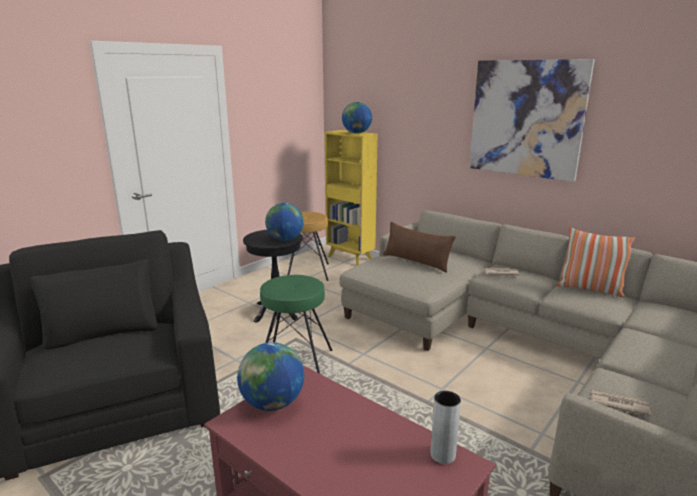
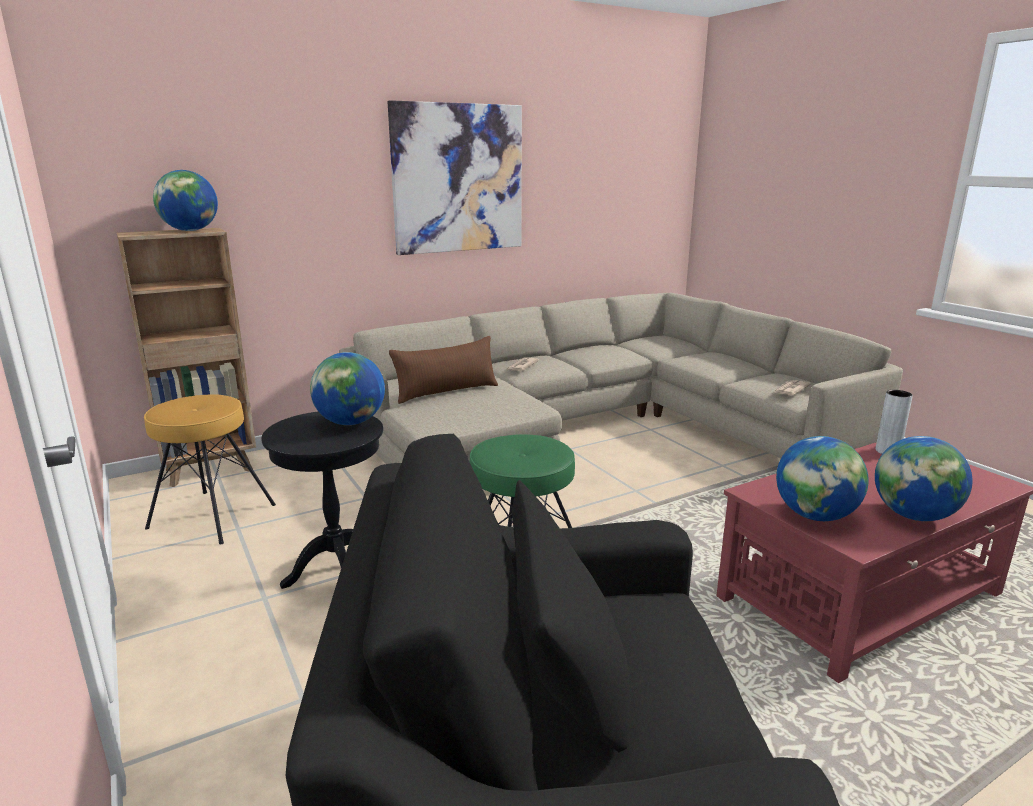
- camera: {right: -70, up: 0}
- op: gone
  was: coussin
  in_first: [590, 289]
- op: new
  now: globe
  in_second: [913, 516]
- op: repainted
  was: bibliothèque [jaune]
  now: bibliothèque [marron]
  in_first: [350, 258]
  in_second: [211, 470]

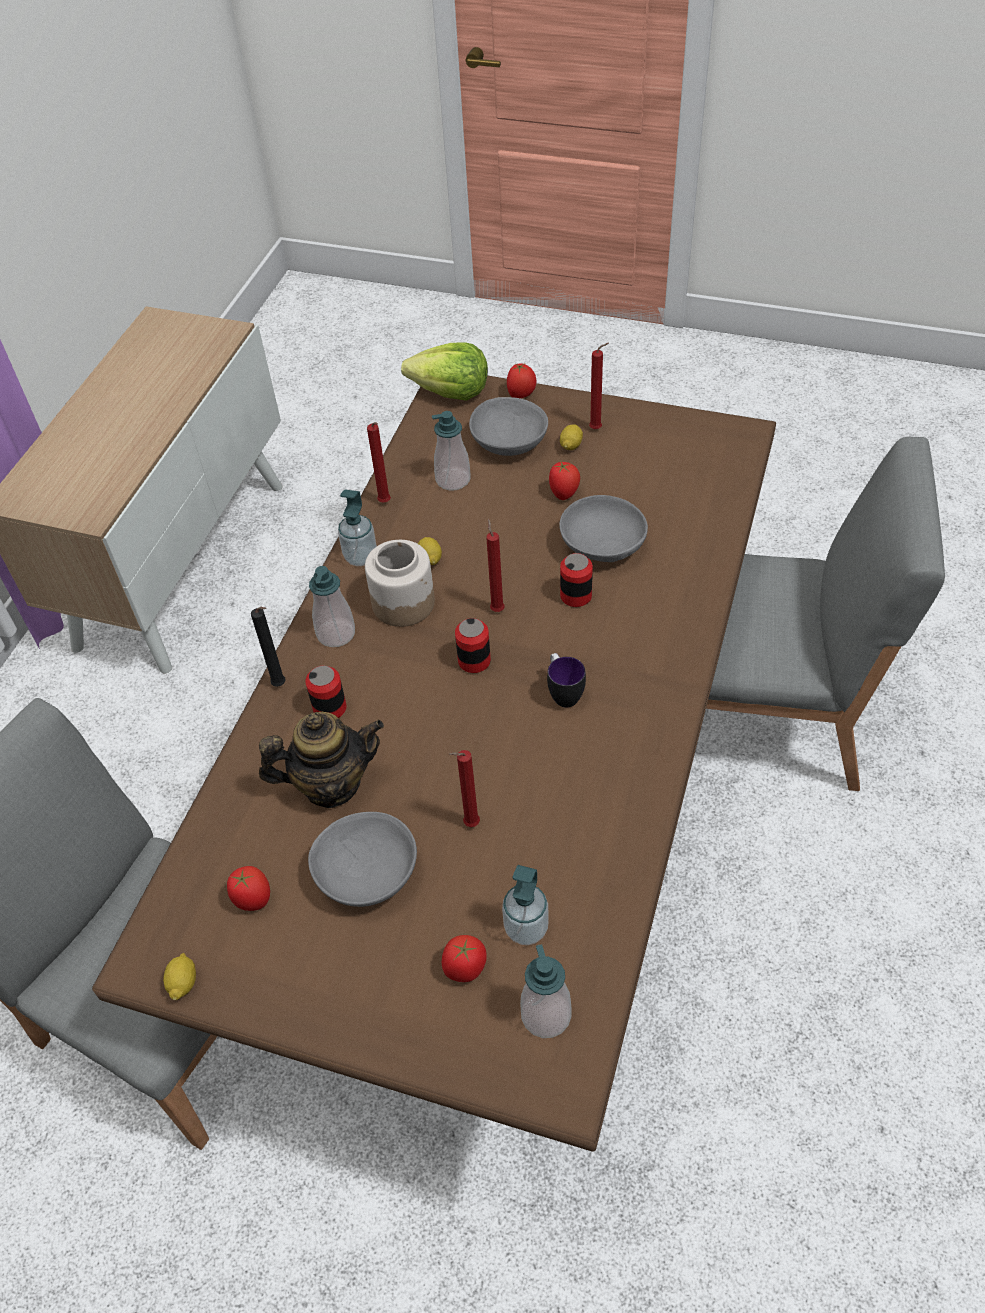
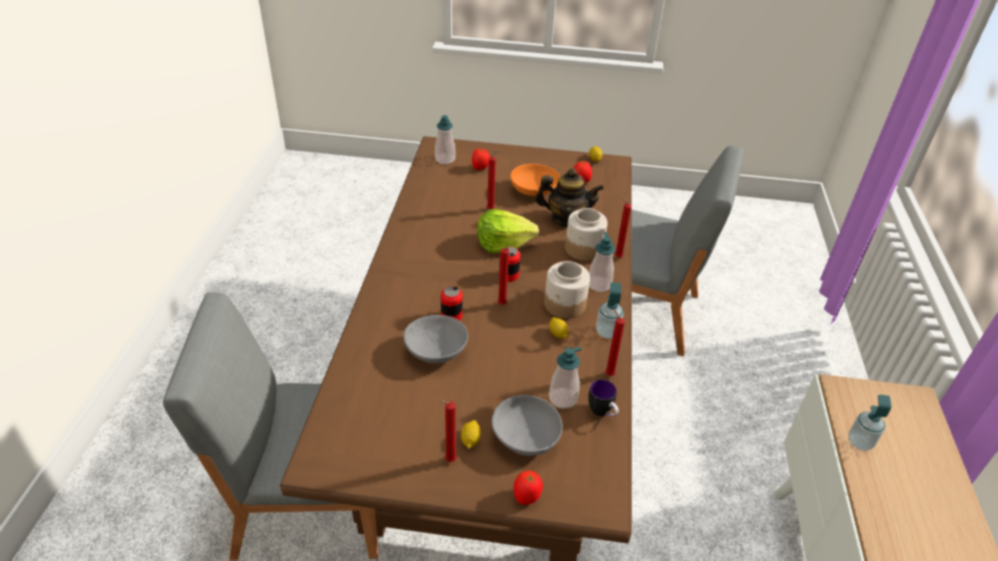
- camera: {right: 165, up: -10}
- op: gone
  was: tomate
  in_first: [564, 494]
- op: shifted
  was: laitue
  in_first: [451, 391]
  in_second: [503, 243]
- op: shifted
  was: distributeur de savon
  in_first: [526, 928]
  in_second: [859, 442]
- op: shifted
  was: mug
  in_first: [563, 693]
  in_second: [602, 413]
- op: swapped
  was: boîte métallique
  now: bocal
  in_first: [330, 708]
  in_second: [583, 248]
- op: repainted
  was: bougie [noir]
  now: bougie [rouge]
  in_first: [281, 685]
  in_second: [617, 257]
- op: repainted
  was: bol [gris]
  now: bol [orange]
  in_first: [367, 875]
  in_second: [533, 190]
- op: rotated
  was: théière
  in_first: [331, 784]
  in_second: [566, 219]
  clockwise: -150

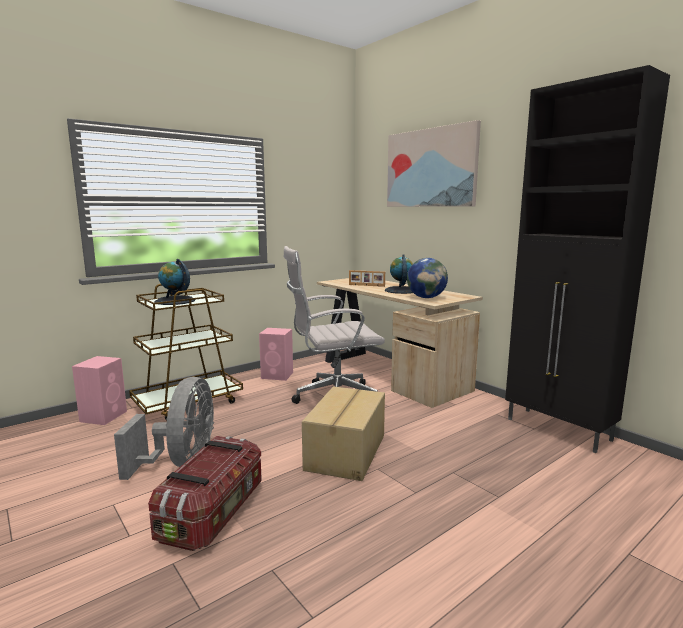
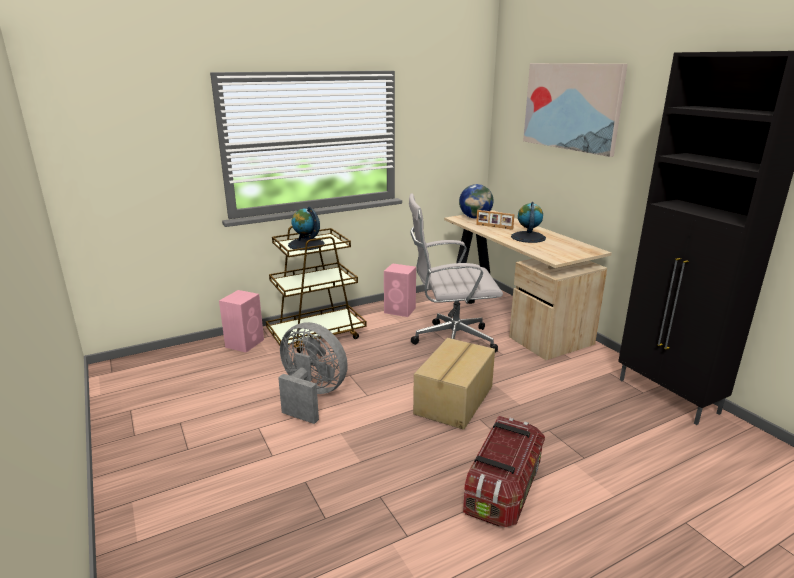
- camera: {right: 10, up: 10}
- op: shifted
  was: boîte de rangement
  in_first: [214, 512]
  in_second: [503, 489]
- op: shifted
  was: globe
  in_first: [426, 297]
  in_second: [475, 217]
- op: rotated
  was: ventilateur [gris]
  in_first: [182, 463]
  in_second: [311, 396]
  clockwise: -75

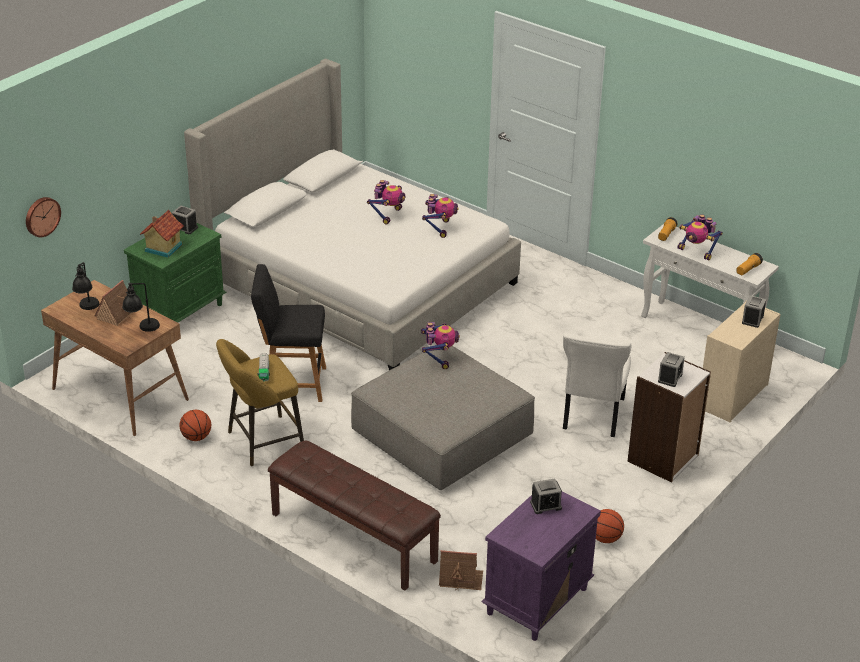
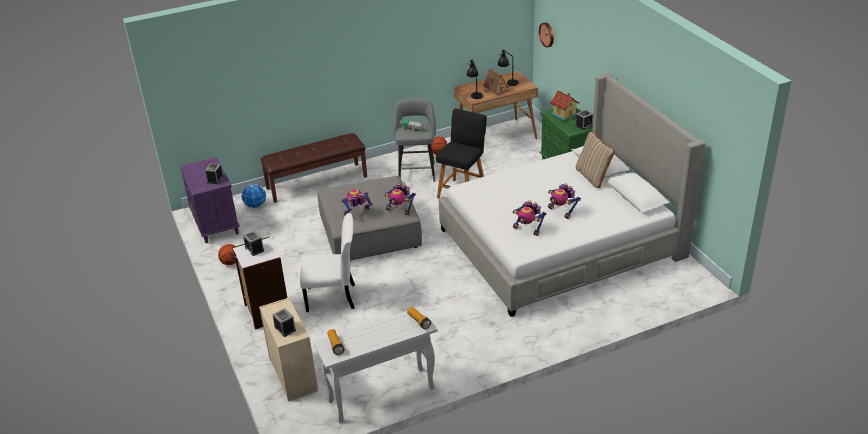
- camera: {right: 120, up: 0}
- op: new
  now: coussin [beige]
  in_second: [593, 177]
- op: shifted
  was: robot jouet
  in_first: [696, 252]
  in_second: [357, 214]
- op: swapped
  was: maison miniature
  now: globe
  in_first: [460, 578]
  in_second: [255, 206]
- op: repainted
  was: tabouret [jaune]
  now: tabouret [gris]
  in_first: [261, 442]
  in_second: [417, 171]
- op: rotated
  was: chaise [blanc]
  in_first: [592, 415]
  in_second: [333, 298]
  clockwise: 135

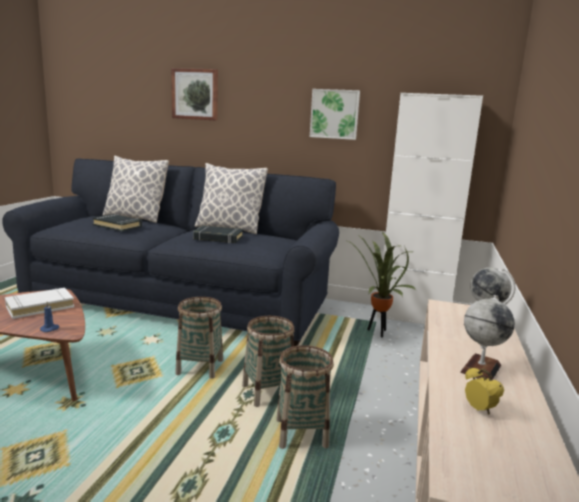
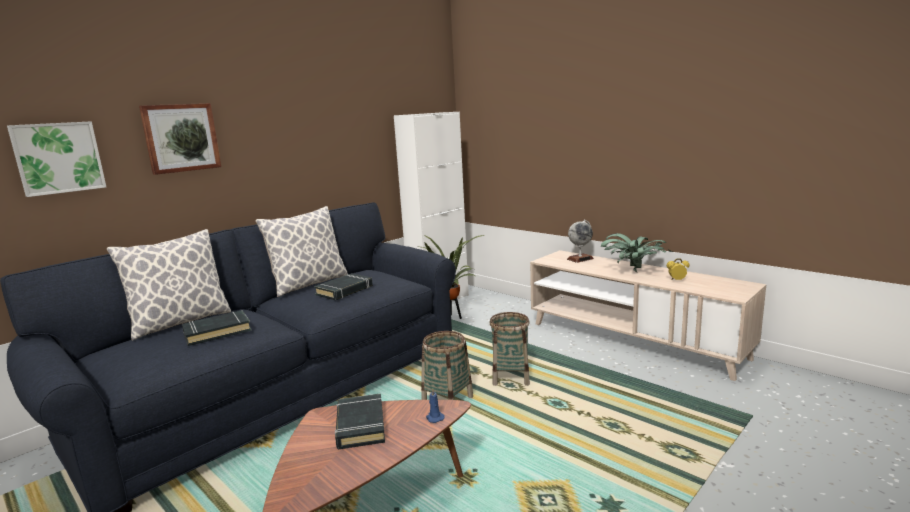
- camera: {right: -60, up: 0}
- op: gone
  was: panier
  in_first: [301, 433]
- op: shifted
  was: tableau
  in_first: [334, 114]
  in_second: [58, 158]
- op: swapped
  was: globe
  now: plante en pot
  in_first: [480, 368]
  in_second: [634, 271]
- op: repainted
  was: livre [blanc]
  now: livre [noir]
  in_first: [40, 307]
  in_second: [360, 425]

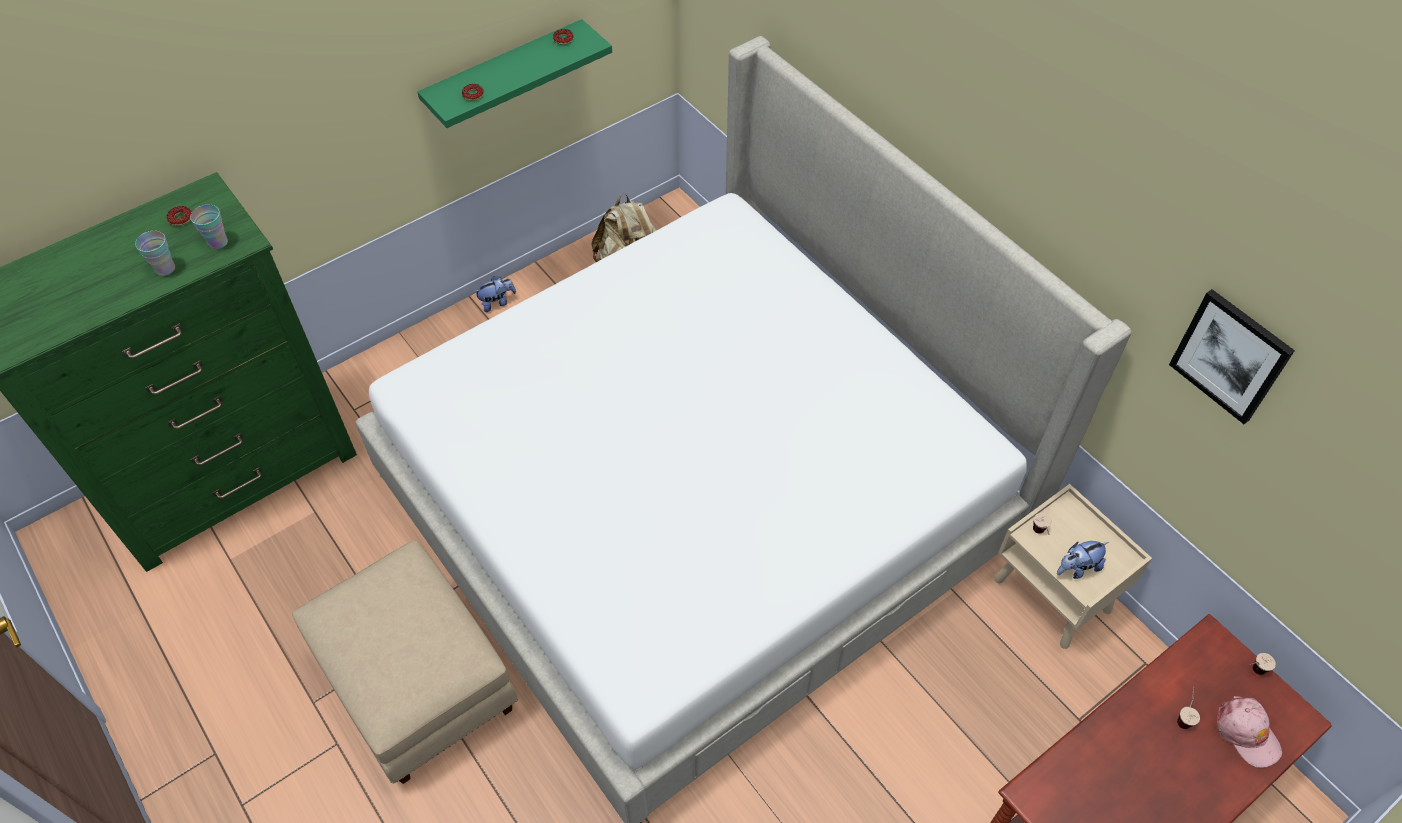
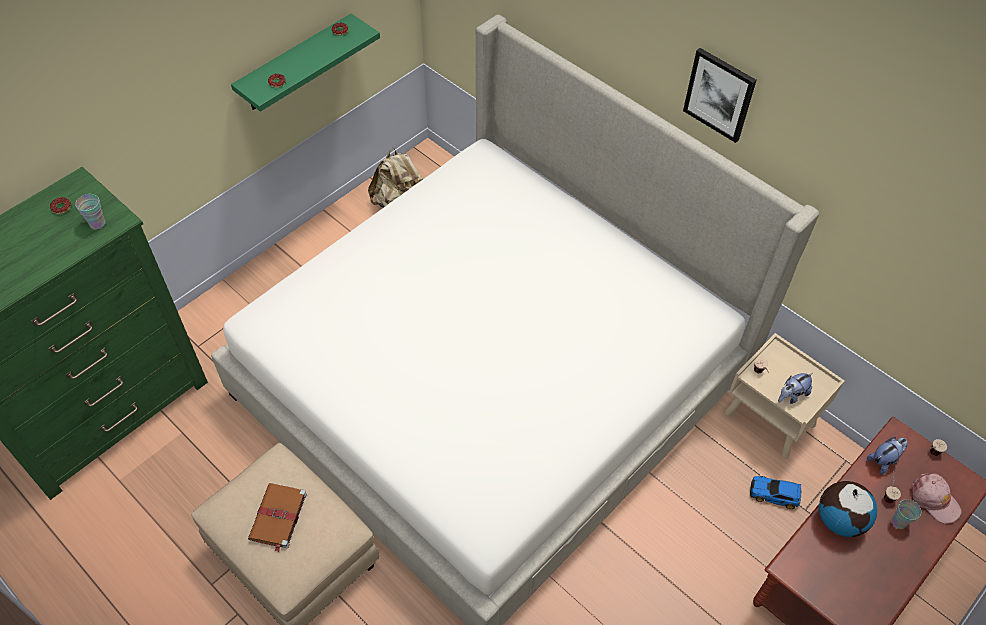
- camera: {right: -10, up: 0}
- op: new
  now: livre [marron]
  in_second: [278, 517]
- op: new
  now: petite voiture
  in_second: [775, 494]
- op: new
  now: globe
  in_second: [839, 519]
- op: shifted
  was: tasse
  in_first: [165, 269]
  in_second: [899, 522]
- op: shifted
  was: peluche
  in_first: [497, 302]
  in_second: [883, 460]
- op: shifted
  was: tableau
  in_first: [1230, 356]
  in_second: [719, 94]

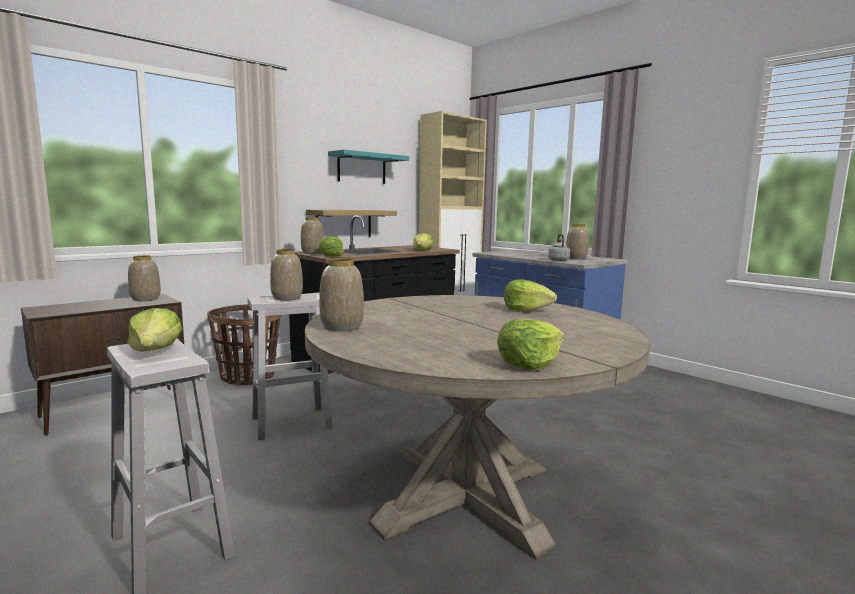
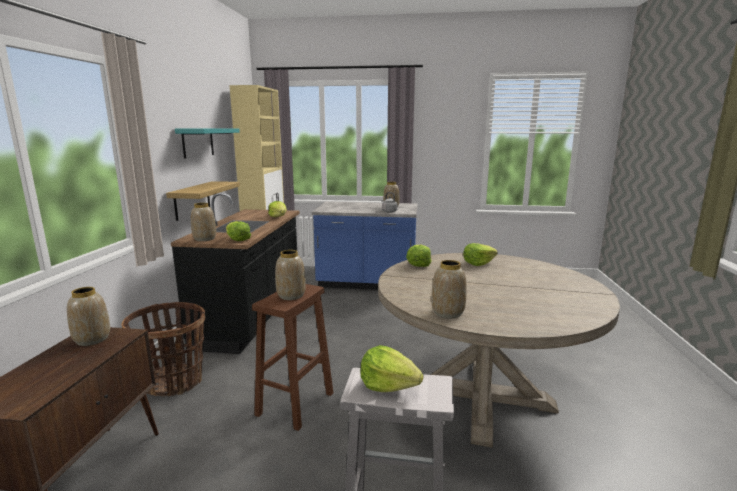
- camera: {right: -40, up: 5}
- op: shifted
  was: laitue
  in_first: [529, 363]
  in_second: [419, 264]
- op: repainted
  was: tabouret [blanc]
  now: tabouret [marron]
  in_first: [293, 422]
  in_second: [296, 403]

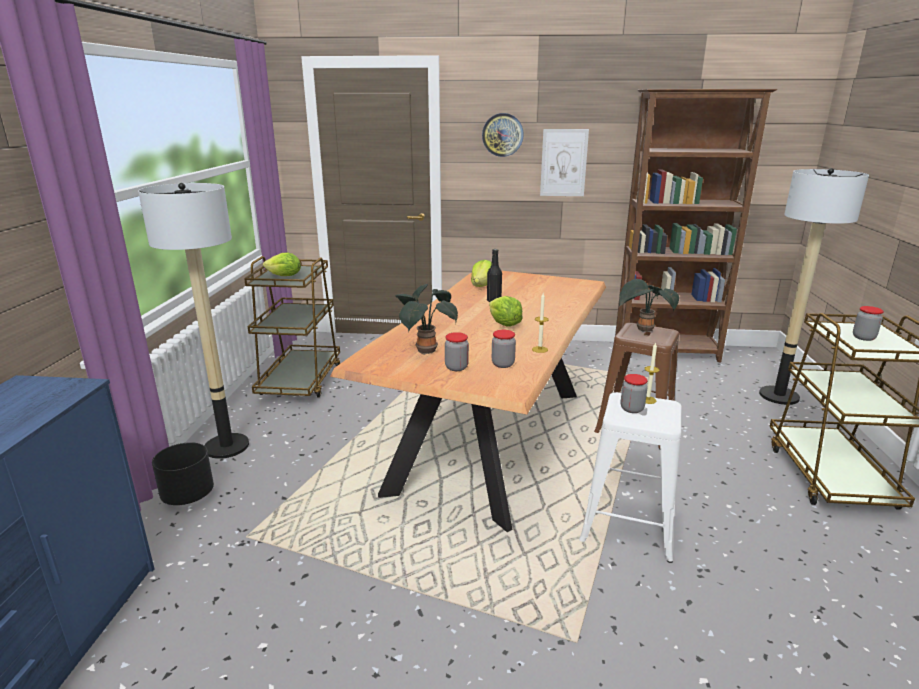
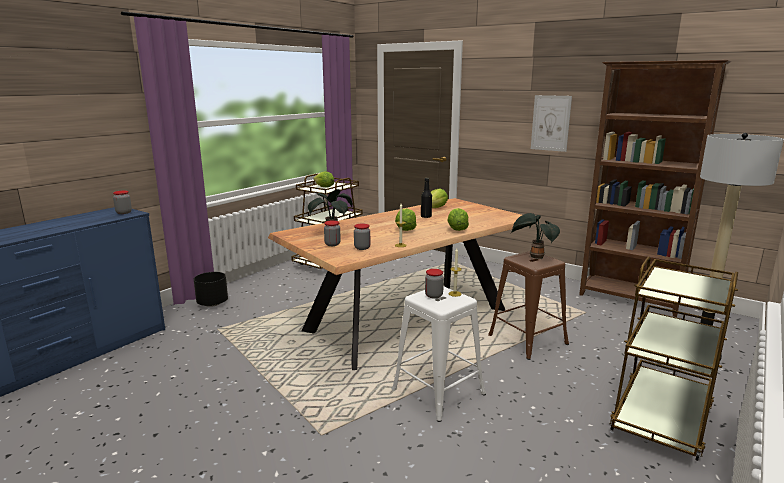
- camera: {right: 30, up: -5}
- op: gone
  was: lampadaire
  in_first: [226, 446]
- op: gone
  was: horloge murale
  in_first: [502, 135]
- op: new
  now: laitue
  in_second: [457, 229]
- op: shifted
  was: bocal
  in_first: [863, 337]
  in_second: [124, 212]

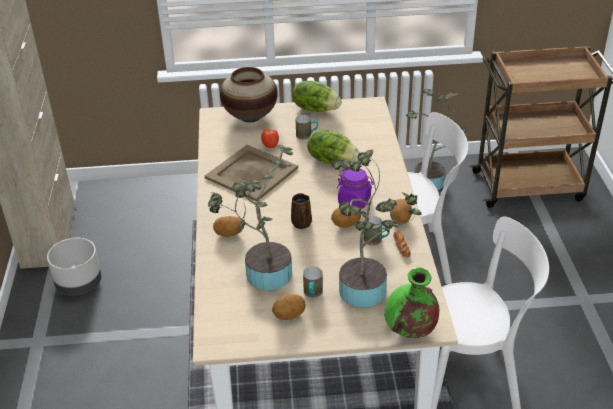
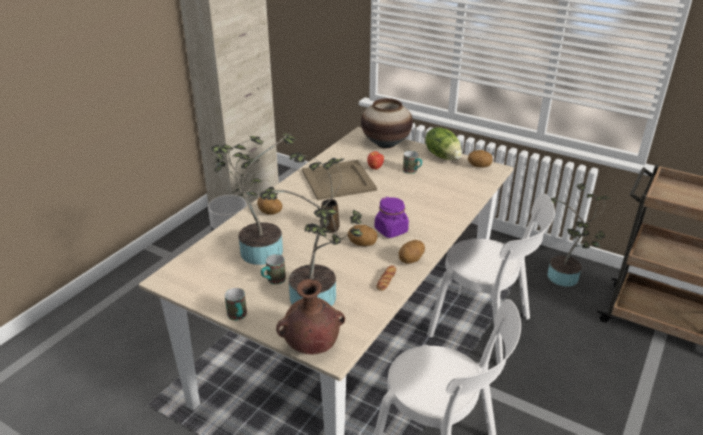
- camera: {right: 35, up: -5}
- op: gone
  was: laitue
  in_first: [332, 160]
- op: shifted
  was: pomme de terre
  in_first: [289, 315]
  in_second: [479, 166]
- op: shifted
  was: mug
  in_first: [376, 241]
  in_second: [238, 317]
- op: repainted
  was: vase [vert]
  now: vase [marron]
  in_first: [410, 330]
  in_second: [311, 346]

